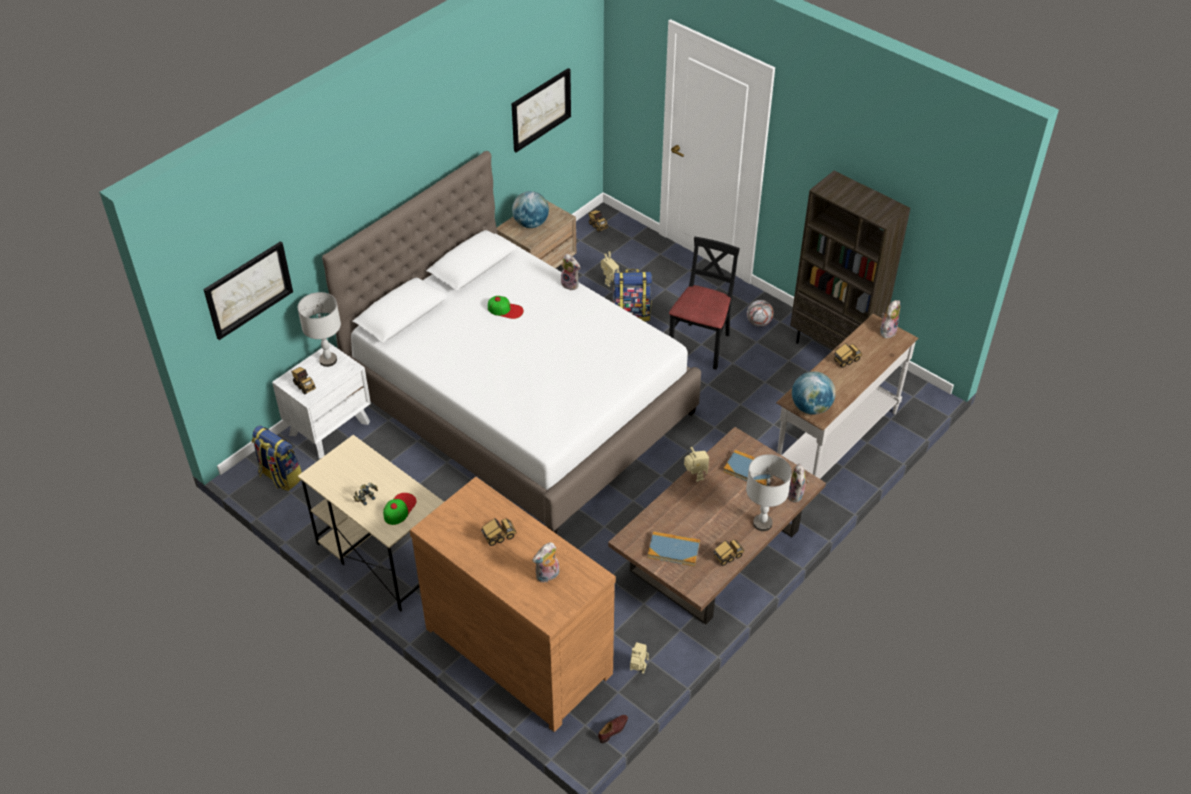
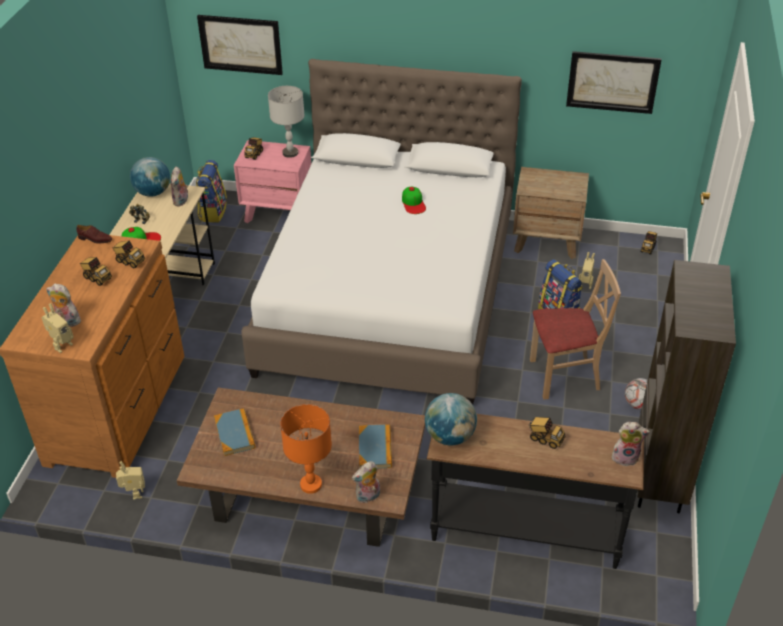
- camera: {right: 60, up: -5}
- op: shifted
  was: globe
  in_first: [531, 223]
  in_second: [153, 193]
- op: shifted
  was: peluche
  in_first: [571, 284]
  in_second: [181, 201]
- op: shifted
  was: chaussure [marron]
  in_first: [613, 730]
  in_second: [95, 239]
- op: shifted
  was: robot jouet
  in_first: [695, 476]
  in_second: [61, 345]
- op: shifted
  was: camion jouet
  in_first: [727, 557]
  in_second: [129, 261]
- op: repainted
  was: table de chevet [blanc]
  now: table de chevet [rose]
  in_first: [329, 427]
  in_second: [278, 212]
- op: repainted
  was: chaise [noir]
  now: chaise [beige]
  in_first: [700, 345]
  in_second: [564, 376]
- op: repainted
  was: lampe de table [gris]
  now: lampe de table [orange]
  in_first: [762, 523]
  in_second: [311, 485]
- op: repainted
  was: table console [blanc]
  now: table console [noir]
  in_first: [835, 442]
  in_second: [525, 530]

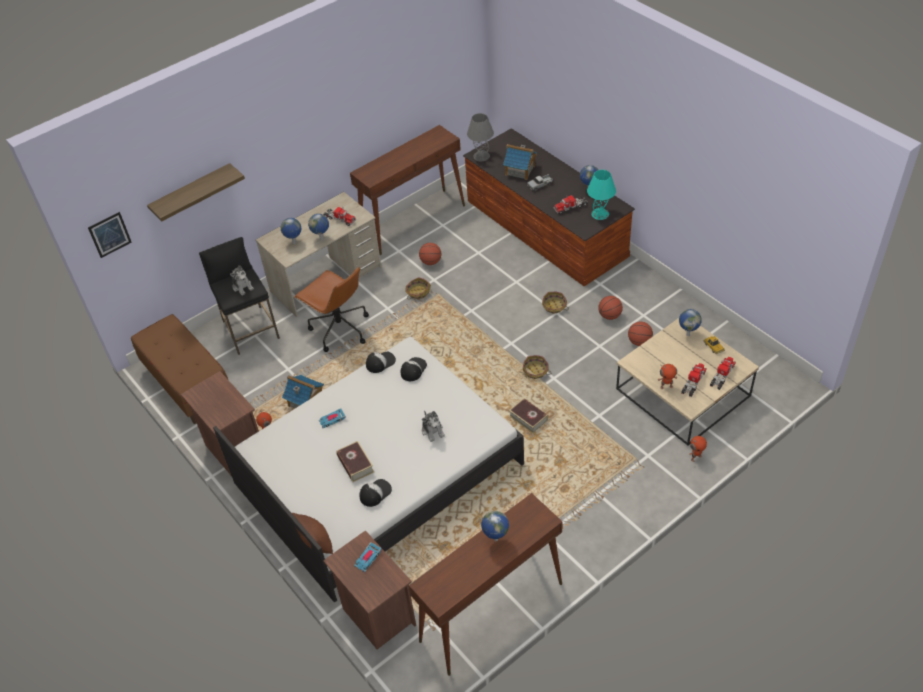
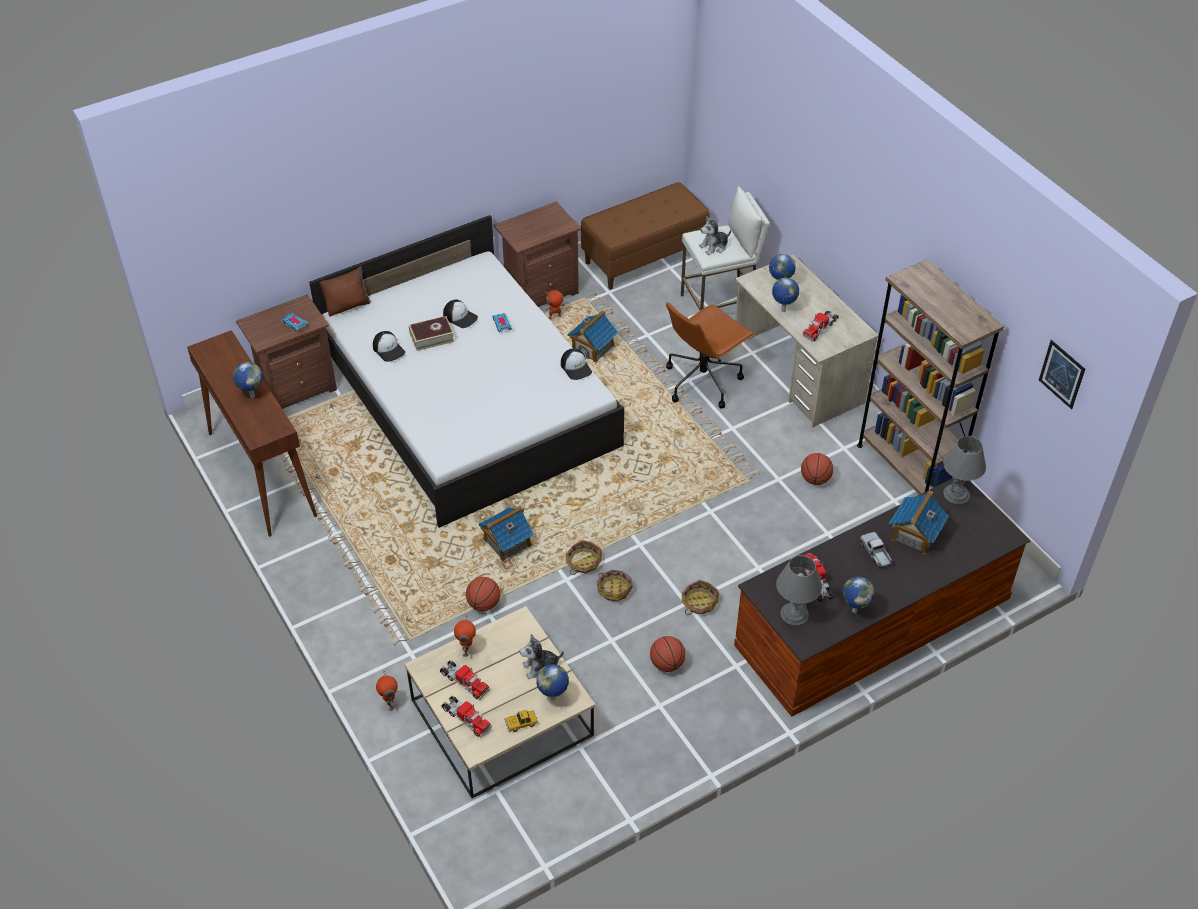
- camera: {right: 95, up: 0}
- op: gone
  was: étagère
  in_first: [192, 193]
- op: shifted
  was: tableau
  in_first: [109, 234]
  in_second: [1062, 374]
- op: shifted
  was: casquette
  in_first: [413, 369]
  in_second: [460, 317]
- op: shifted
  was: panier
  in_first: [417, 292]
  in_second: [614, 589]
- op: shifted
  was: peluche
  in_first: [433, 430]
  in_second: [541, 667]
- op: shifted
  was: ballon de basket
  in_first: [639, 342]
  in_second: [484, 604]
- op: swapped
  was: table console [marron]
  now: bibliothèque [marron]
  in_first: [413, 221]
  in_second: [906, 469]
- op: swapped
  was: livre
  now: maison miniature
  in_first: [528, 418]
  in_second: [506, 543]
- op: repainted
  was: tabouret [noir]
  now: tabouret [blanc]
  in_first: [250, 329]
  in_second: [720, 305]
- op: repainted
  was: lampe de table [turquoise]
  now: lampe de table [gris]
  in_first: [600, 214]
  in_second: [794, 613]

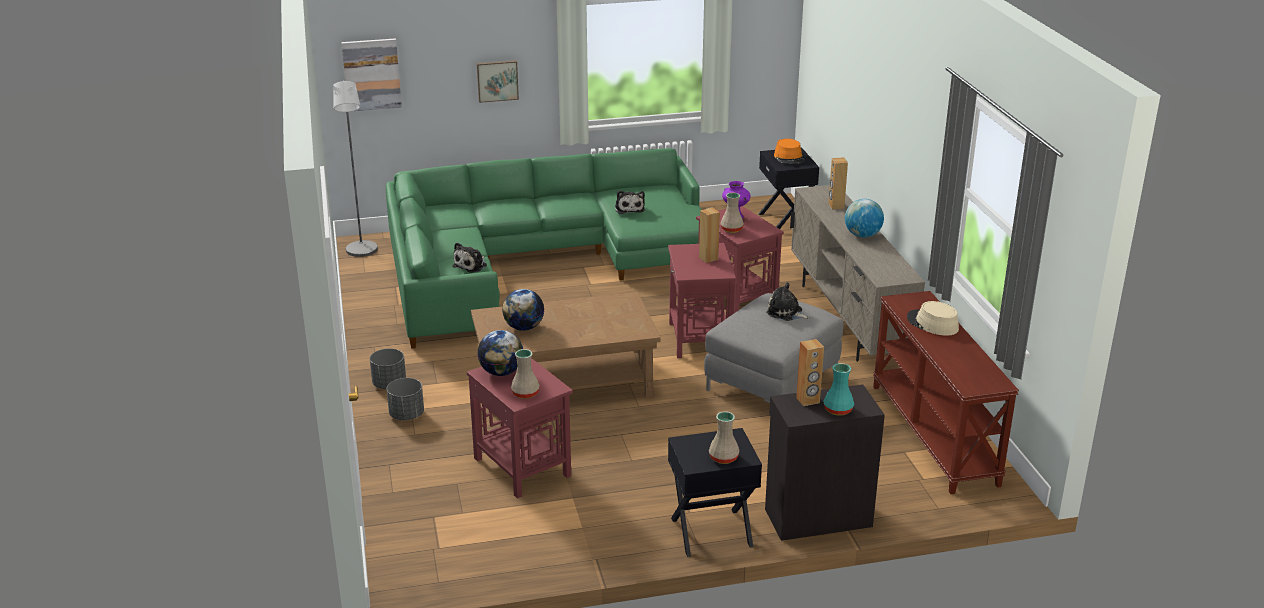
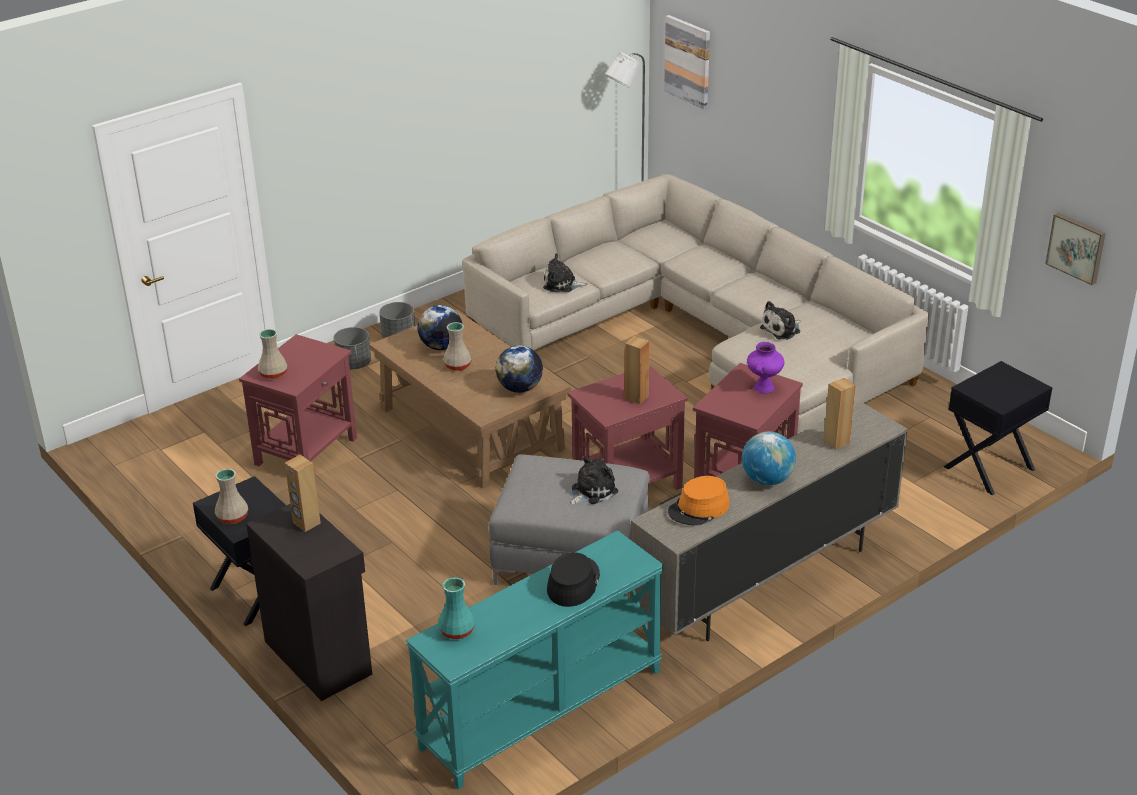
- camera: {right: 65, up: 5}
- op: shifted
  was: tableau
  in_first: [497, 80]
  in_second: [1077, 247]
- op: shifted
  was: globe
  in_first: [501, 372]
  in_second: [519, 388]
- op: shifted
  was: vase [beige]
  in_first: [731, 229]
  in_second: [457, 365]
- op: shifted
  was: chapeau [orange]
  in_first: [789, 158]
  in_second: [699, 509]
- op: shifted
  was: vase [turquoise]
  in_first: [838, 410]
  in_second: [456, 631]
- op: repainted
  was: canapé [vert]
  now: canapé [beige]
  in_first: [534, 263]
  in_second: [700, 334]
- op: repainted
  was: table console [marron]
  now: table console [turquoise]
  in_first: [935, 434]
  in_second: [542, 710]
- op: repainted
  was: chapeau [beige]
  now: chapeau [noir]
  in_first: [932, 324]
  in_second: [573, 582]
- op: rotated
  was: peluche
  in_first: [786, 313]
  in_second: [591, 491]
  clockwise: 45

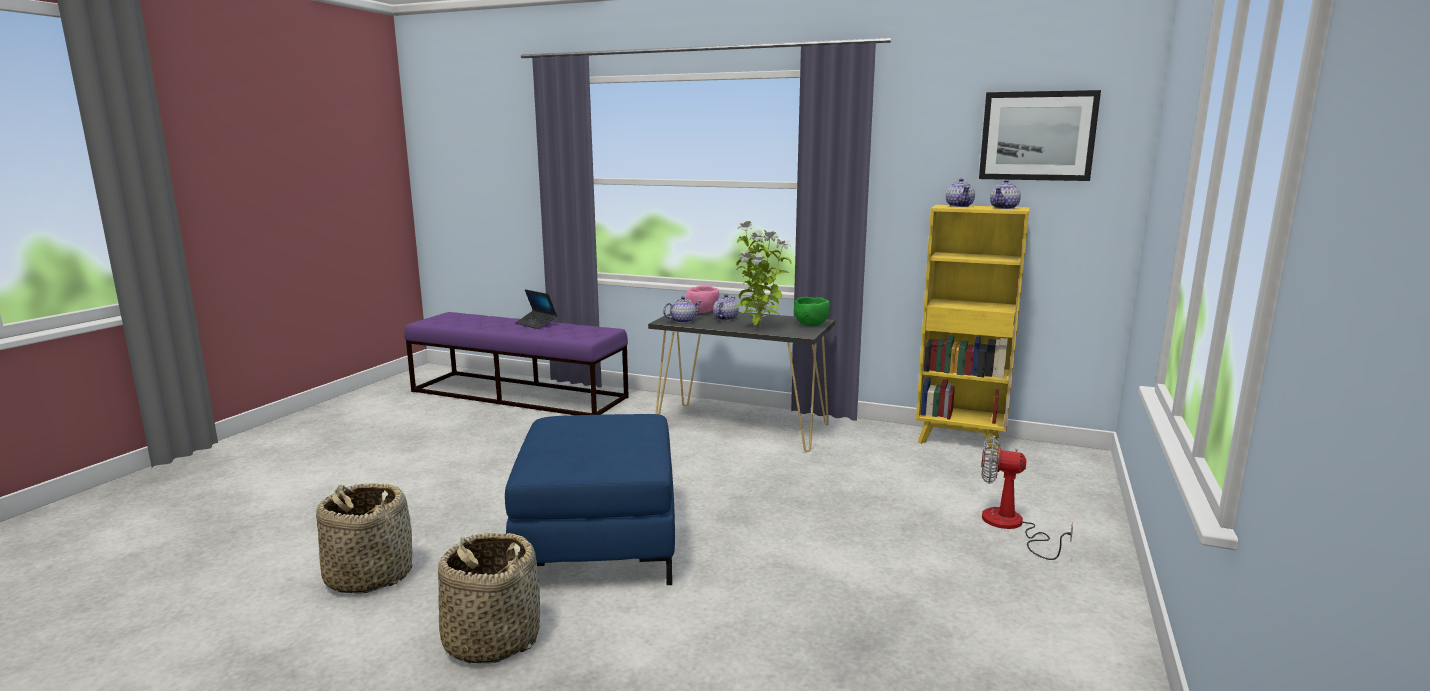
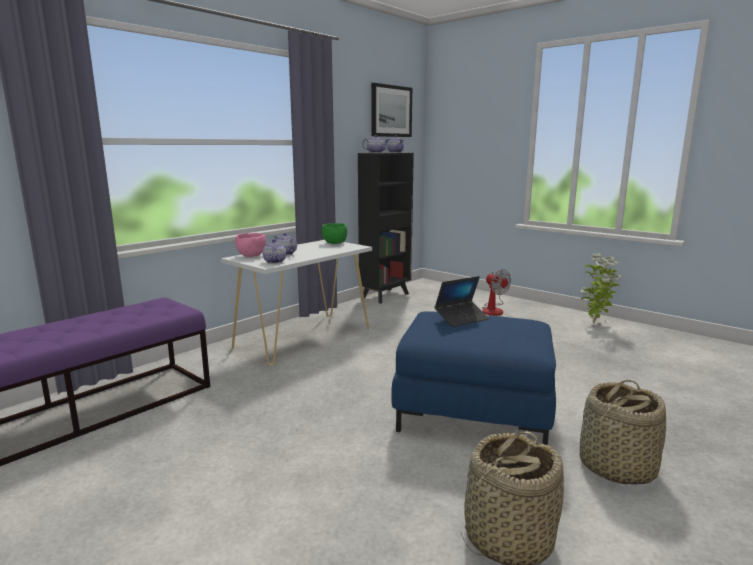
- camera: {right: -70, up: 0}
- op: shifted
  was: ordinateur portable
  in_first: [536, 324]
  in_second: [461, 318]
- op: shifted
  was: plante en pot
  in_first: [759, 328]
  in_second: [595, 324]
- op: repainted
  was: table console [noir]
  now: table console [blanc]
  in_first: [742, 427]
  in_second: [304, 337]
- op: repainted
  was: bibliothèque [jaune]
  now: bibliothèque [noir]
  in_first: [960, 440]
  in_second: [386, 296]
- op: rotated
  was: ventilateur
  in_first: [1011, 526]
  in_second: [493, 310]
  clockwise: -75

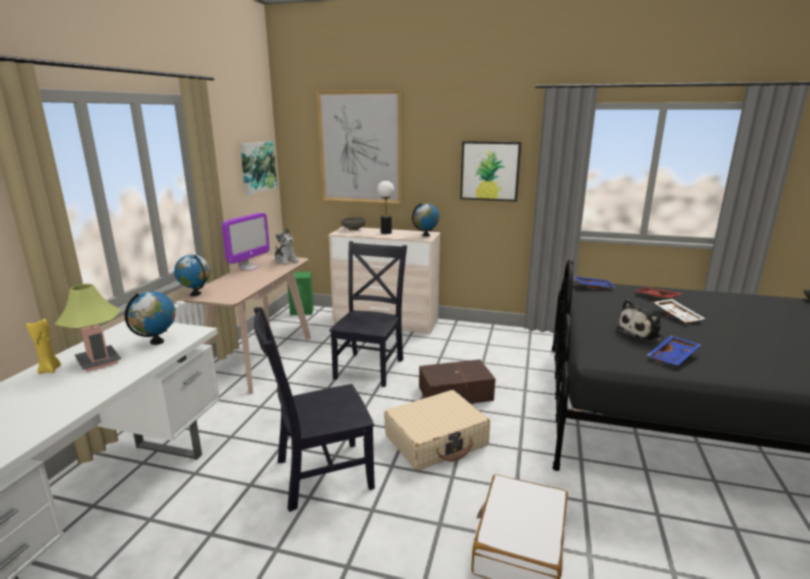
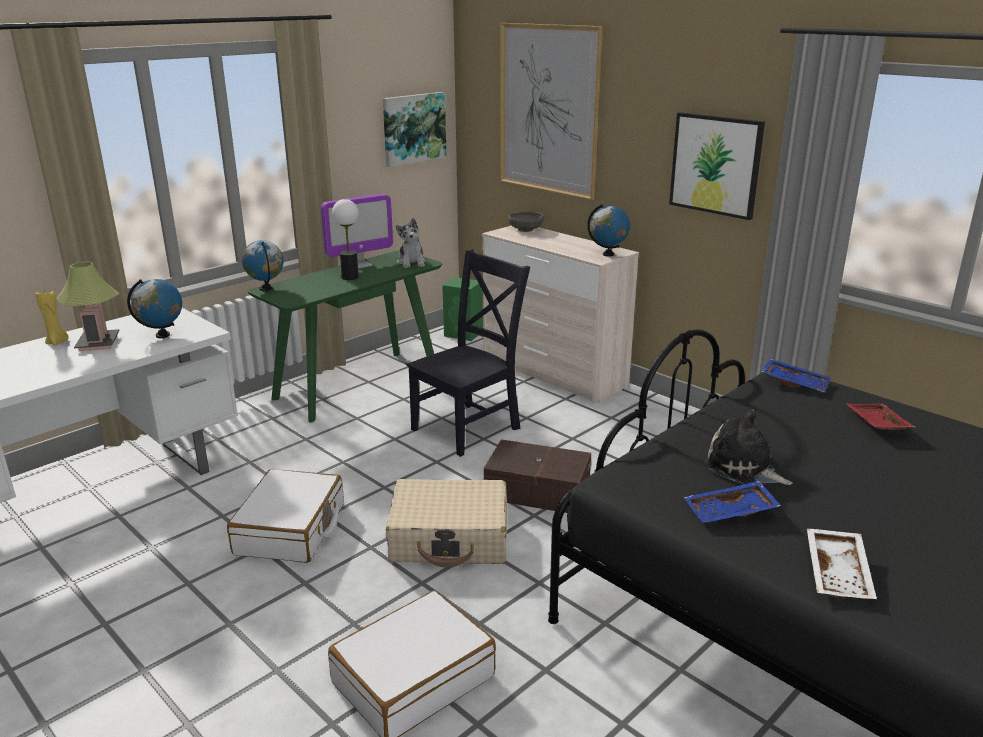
- camera: {right: 30, up: 5}
- op: shifted
  was: lampe de table
  in_first: [386, 232]
  in_second: [350, 277]
- op: shifted
  was: plateau [blanc]
  in_first: [678, 316]
  in_second: [839, 573]
- op: swapped
  was: chaise [noir]
  now: valise [blanc]
  in_first: [319, 475]
  in_second: [291, 529]
- op: repainted
  was: table console [beige]
  now: table console [vert]
  in_first: [260, 359]
  in_second: [357, 384]
- op: rotated
  was: peluche
  in_first: [641, 333]
  in_second: [744, 468]
  clockwise: 45

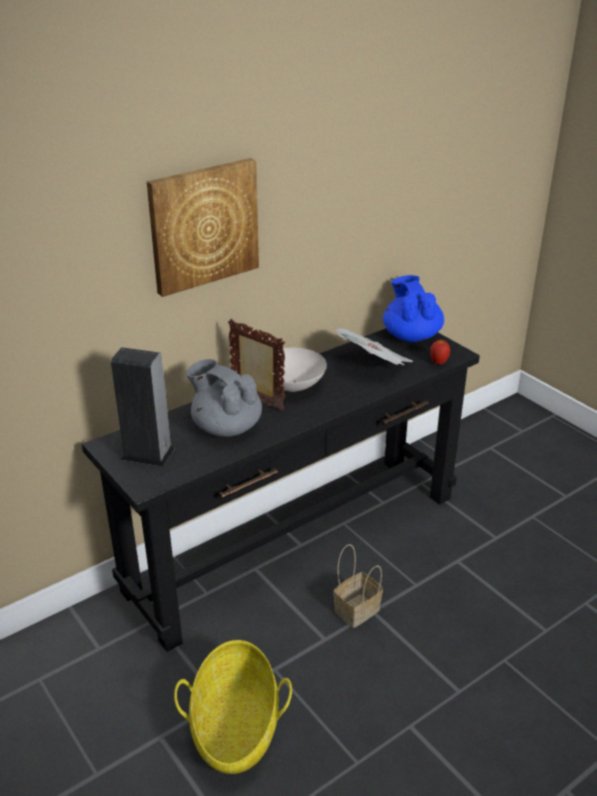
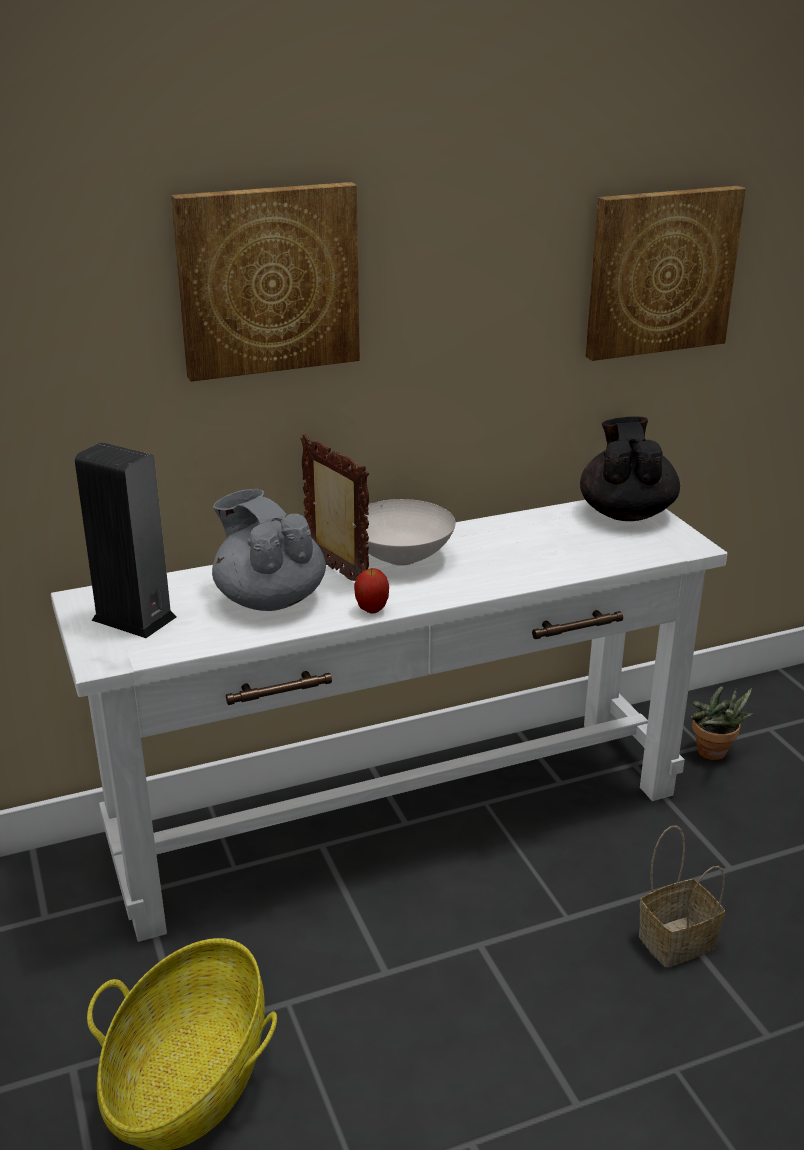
- camera: {right: 15, up: -5}
- op: gone
  was: journal
  in_first: [374, 365]
- op: new
  now: tableau
  in_second: [660, 272]
- op: new
  now: plante en pot
  in_second: [714, 754]
- op: shifted
  was: panier
  in_first: [356, 611]
  in_second: [676, 943]
- op: shifted
  was: pomme
  in_first: [438, 363]
  in_second: [372, 610]
- op: repainted
  was: table console [noir]
  now: table console [blanc]
  in_first: [296, 542]
  in_second: [400, 818]
- op: repainted
  was: théière [bleu]
  now: théière [noir]
  in_first: [411, 335]
  in_second: [626, 513]

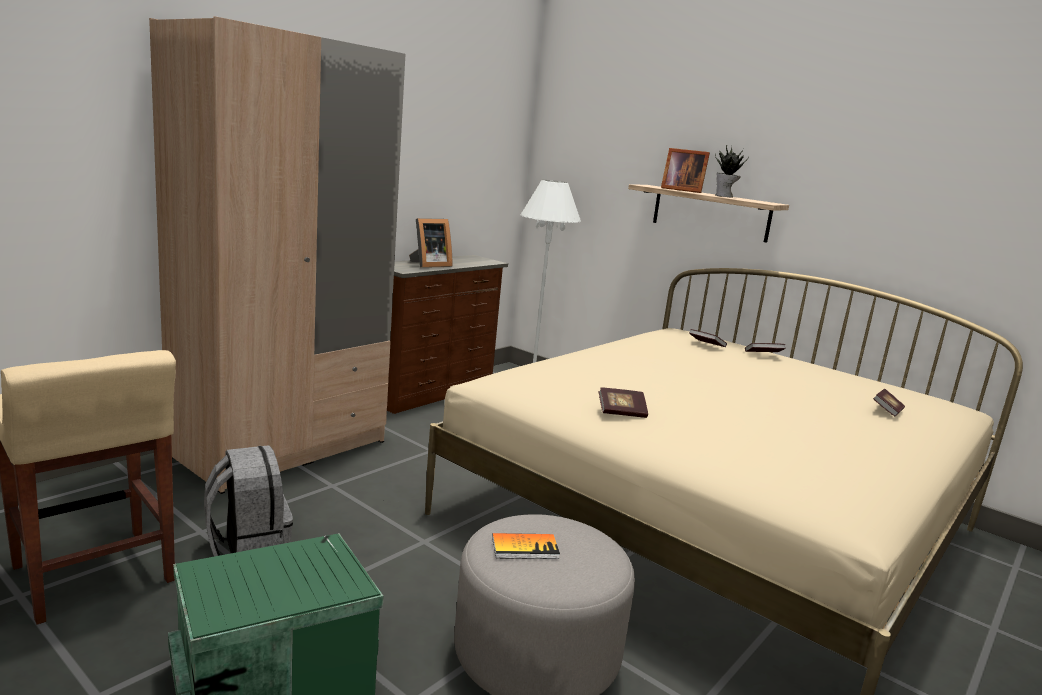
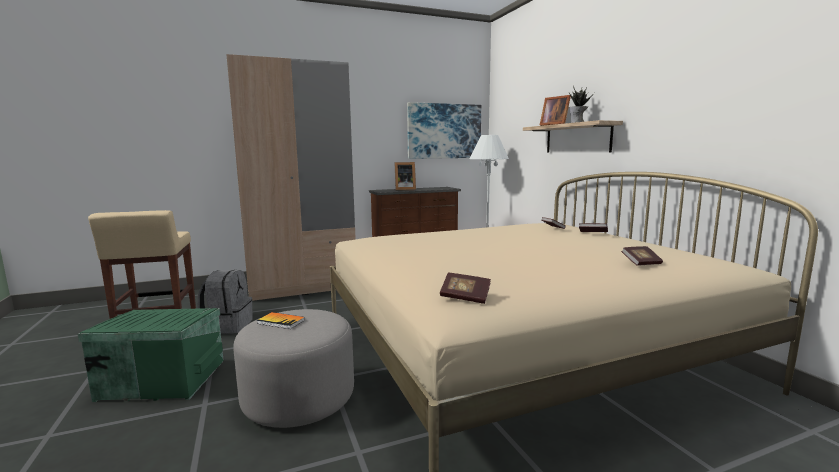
- camera: {right: 30, up: -5}
- op: new
  now: tableau
  in_second: [444, 131]
- op: shifted
  was: livre
  in_first: [621, 412]
  in_second: [465, 297]

